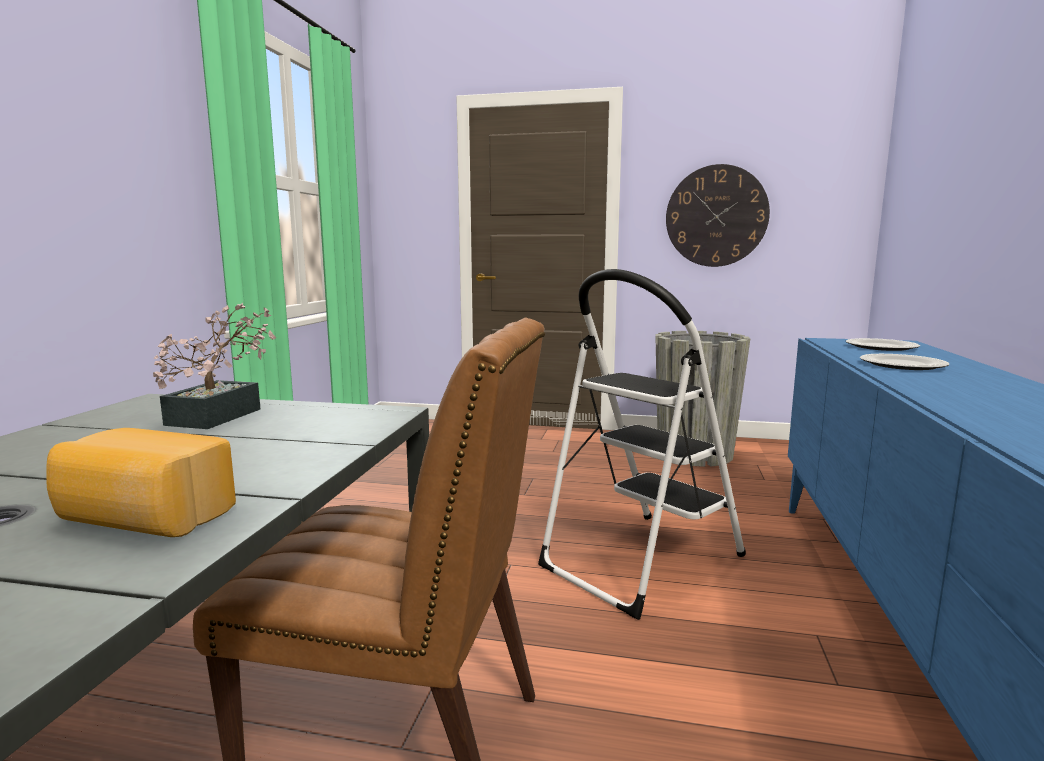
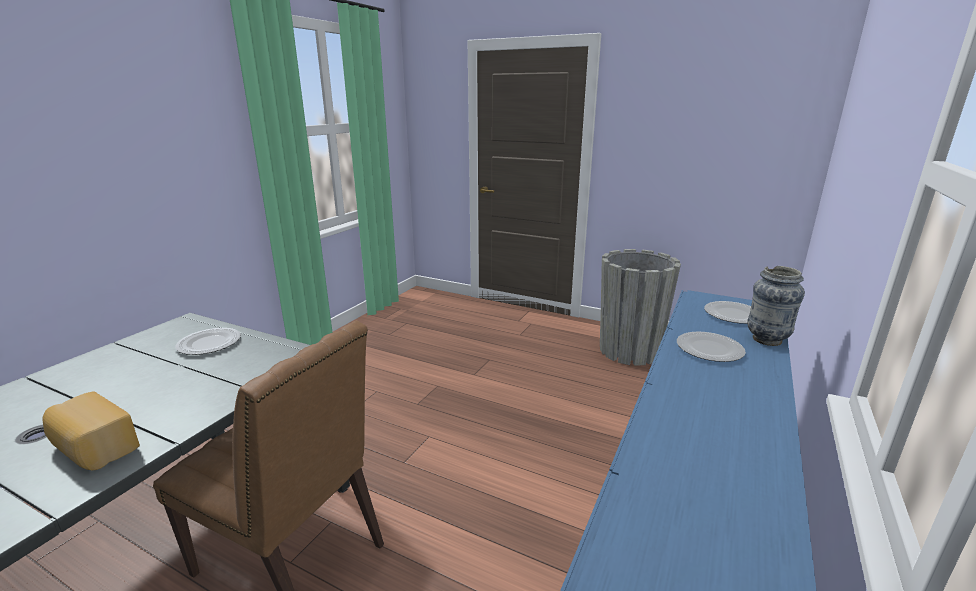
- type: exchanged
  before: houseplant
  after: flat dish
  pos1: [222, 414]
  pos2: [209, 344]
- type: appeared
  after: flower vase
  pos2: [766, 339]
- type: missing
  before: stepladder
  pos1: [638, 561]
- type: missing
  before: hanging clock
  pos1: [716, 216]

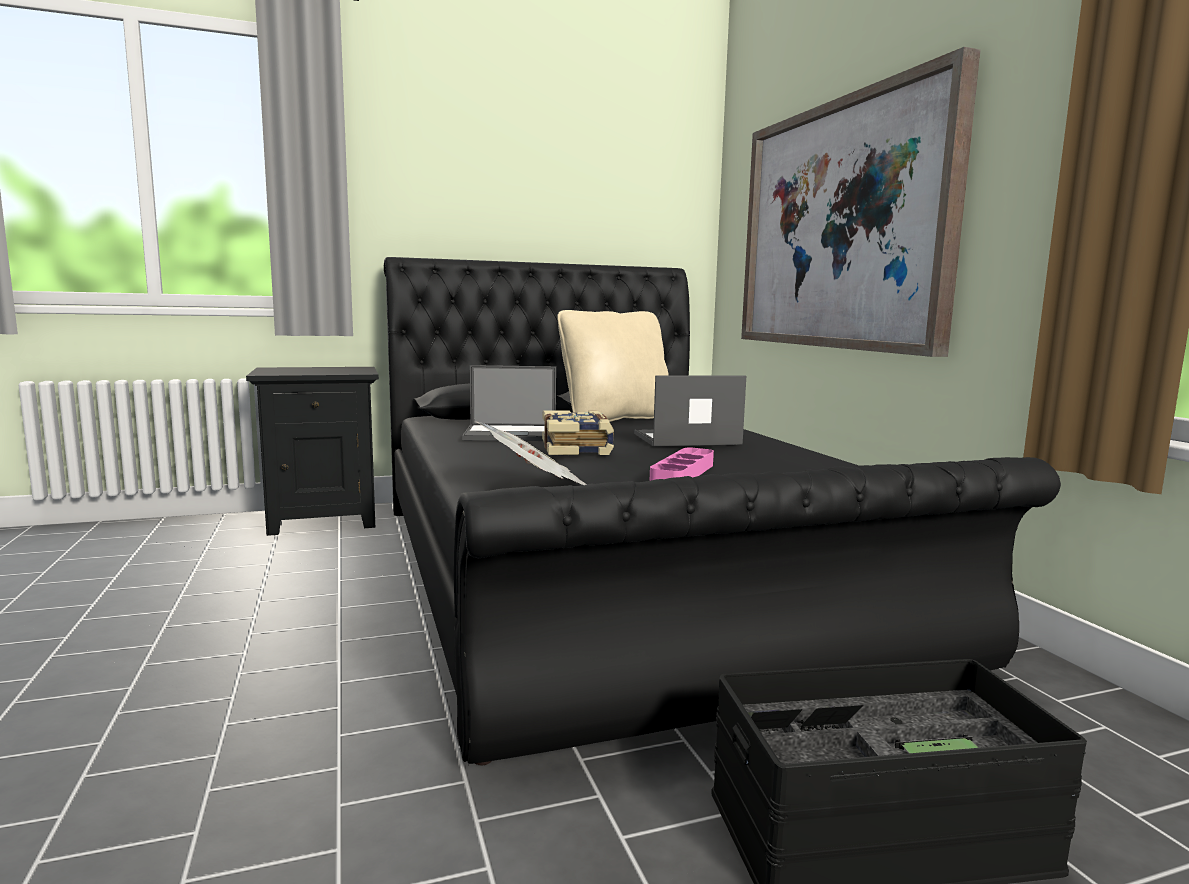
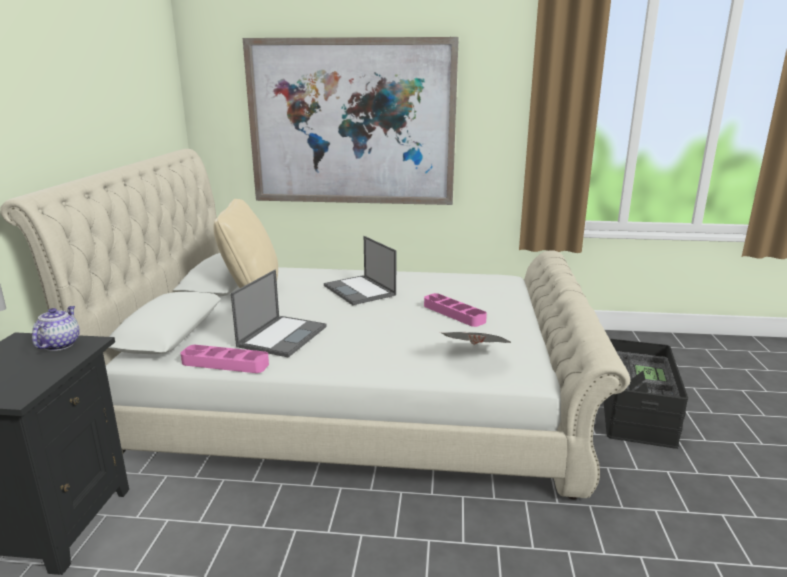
- type: colour
  before: blackish sleeping bed
  after: beige sleeping bed
  pos1: [615, 570]
  pos2: [353, 394]
- type: appeared
  after: teapot
  pos2: [59, 344]
- type: appeared
  after: pinkish carrying tray
  pos2: [225, 363]
- type: spun
  before: laptop
  pos1: [685, 439]
  pos2: [360, 291]
  turn: -45
- type: missing
  before: bound book
  pos1: [578, 448]

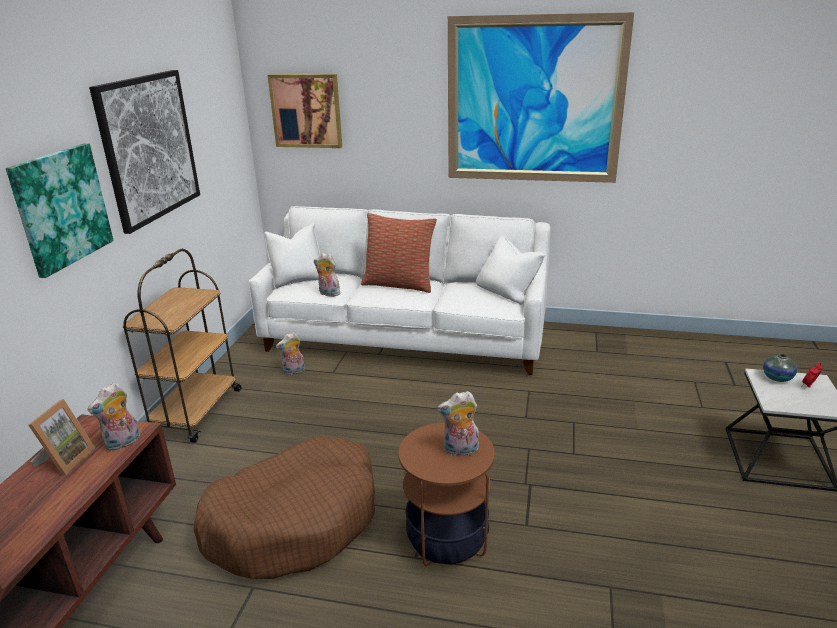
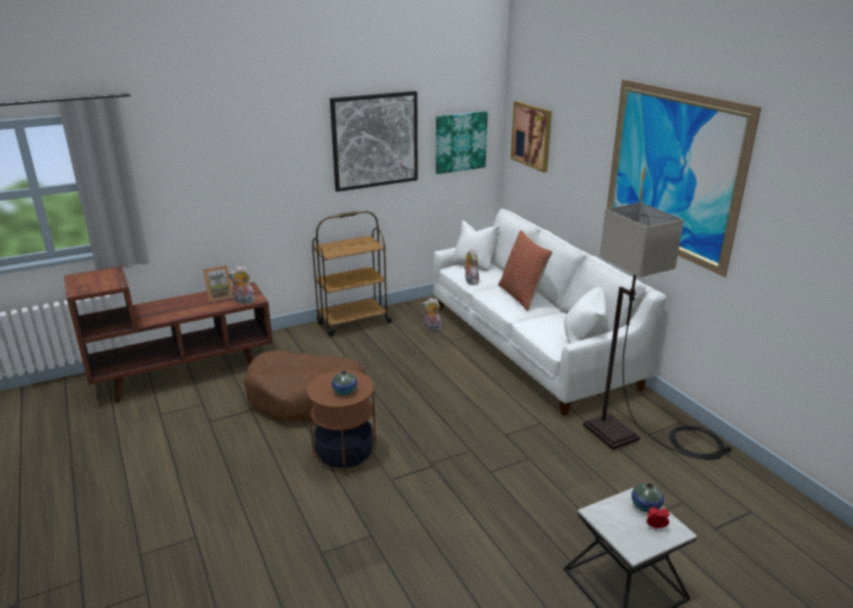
- type: exchanged
  before: cuddly toy
  after: flower vase
  pos1: [460, 450]
  pos2: [345, 391]
- type: relocated
  before: wall art
  pos1: [61, 208]
  pos2: [460, 142]
- type: appeared
  after: floor lamp
  pos2: [657, 439]

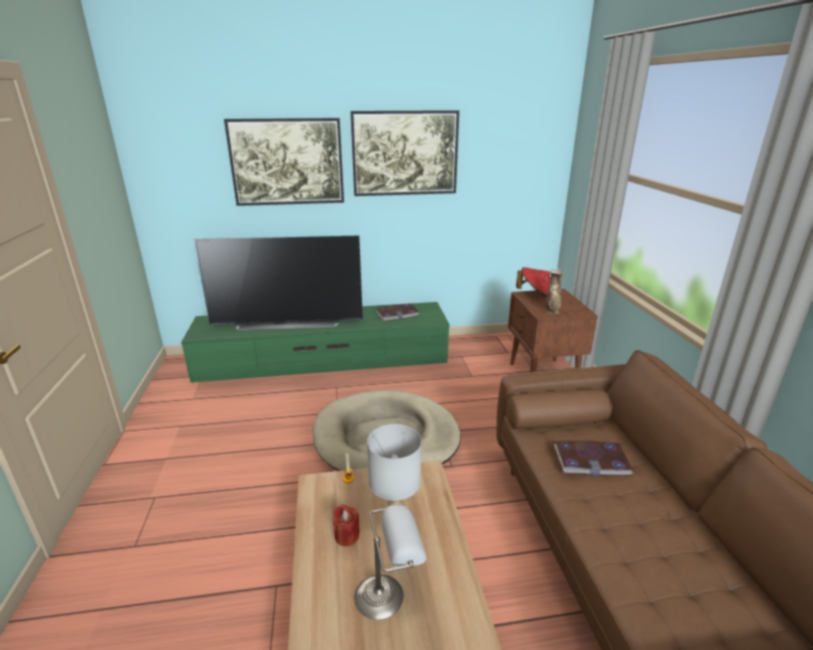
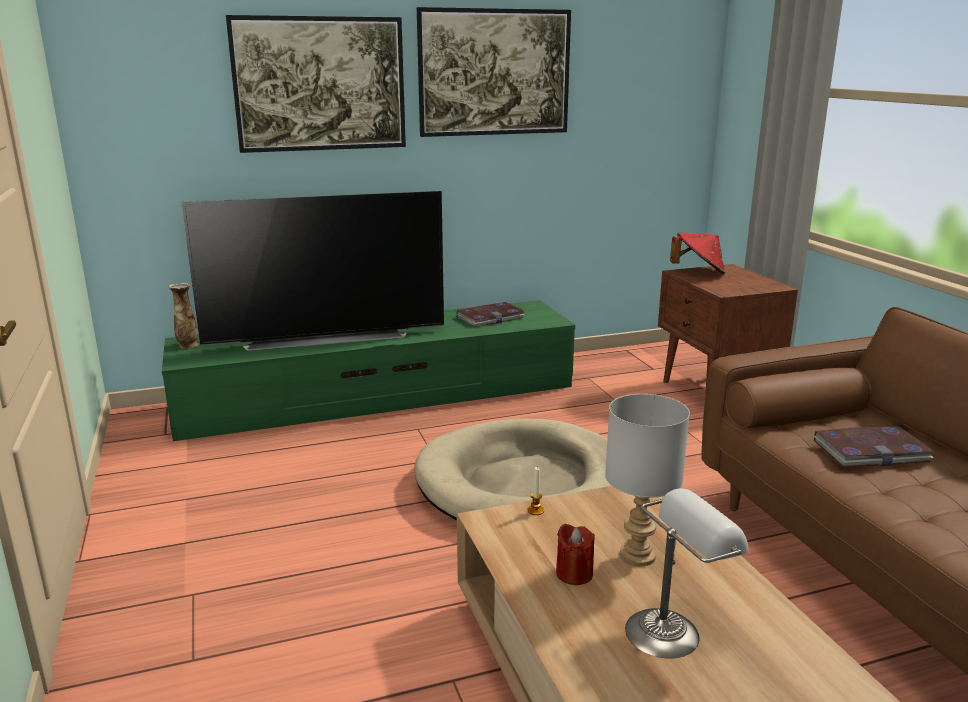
- type: relocated
  before: flower vase
  pos1: [551, 311]
  pos2: [188, 345]

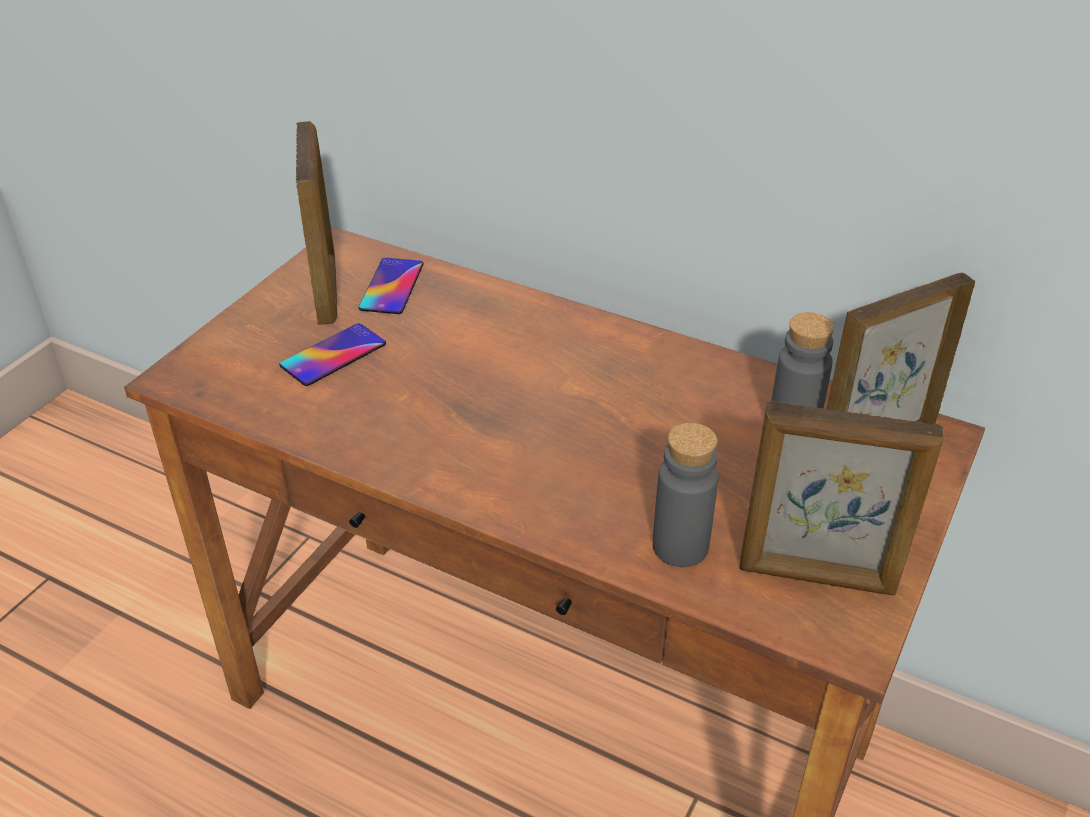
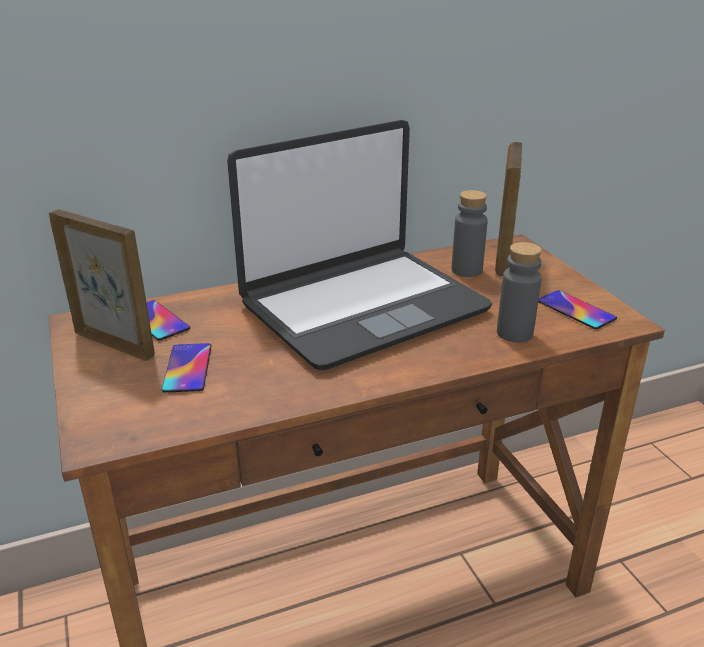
- type: appeared
  after: laptop
  pos2: [362, 306]
- type: exchanged
  before: photo frame
  after: telephone
  pos1: [817, 577]
  pos2: [575, 310]

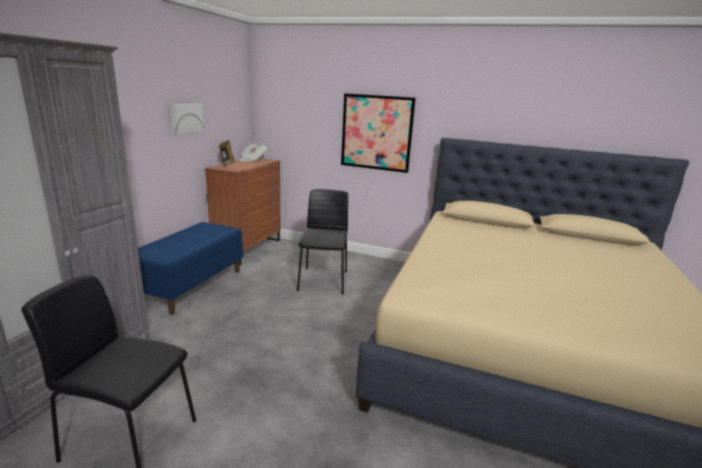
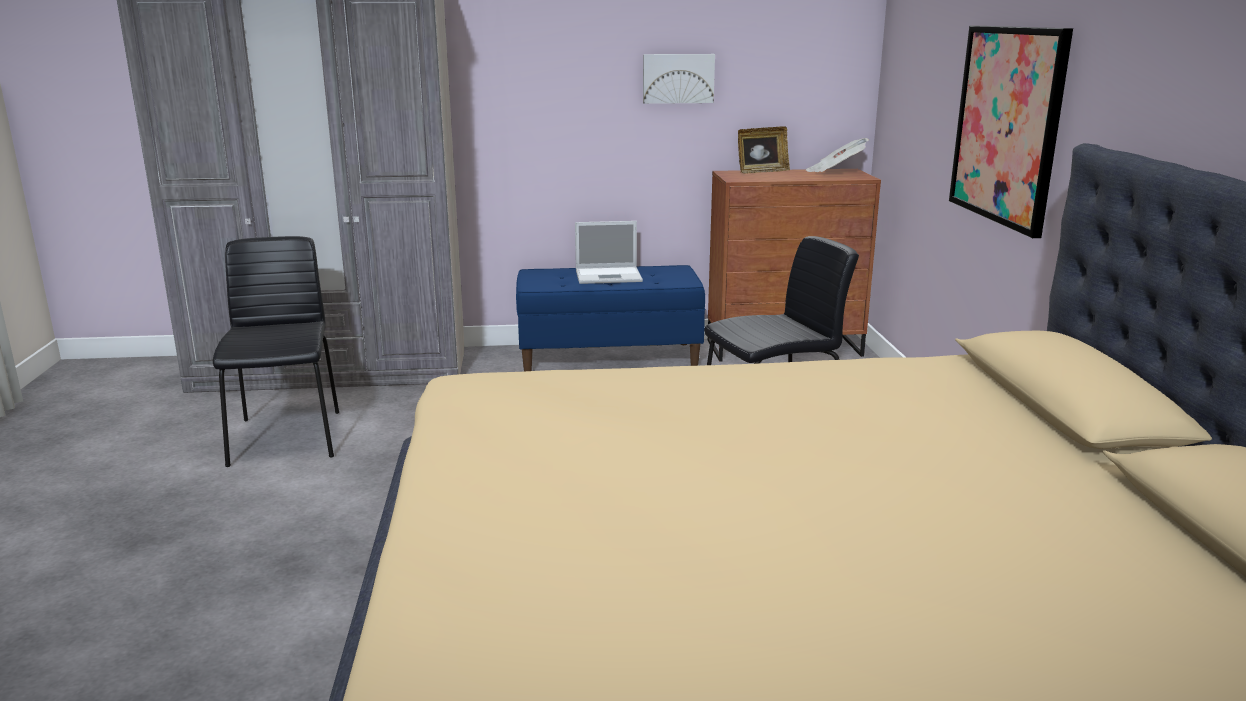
- type: appeared
  after: laptop
  pos2: [610, 276]

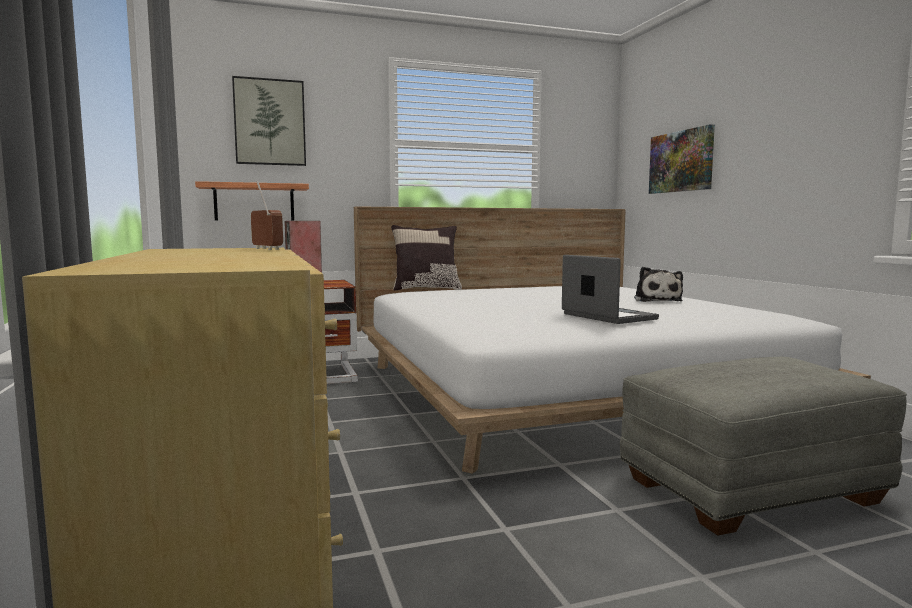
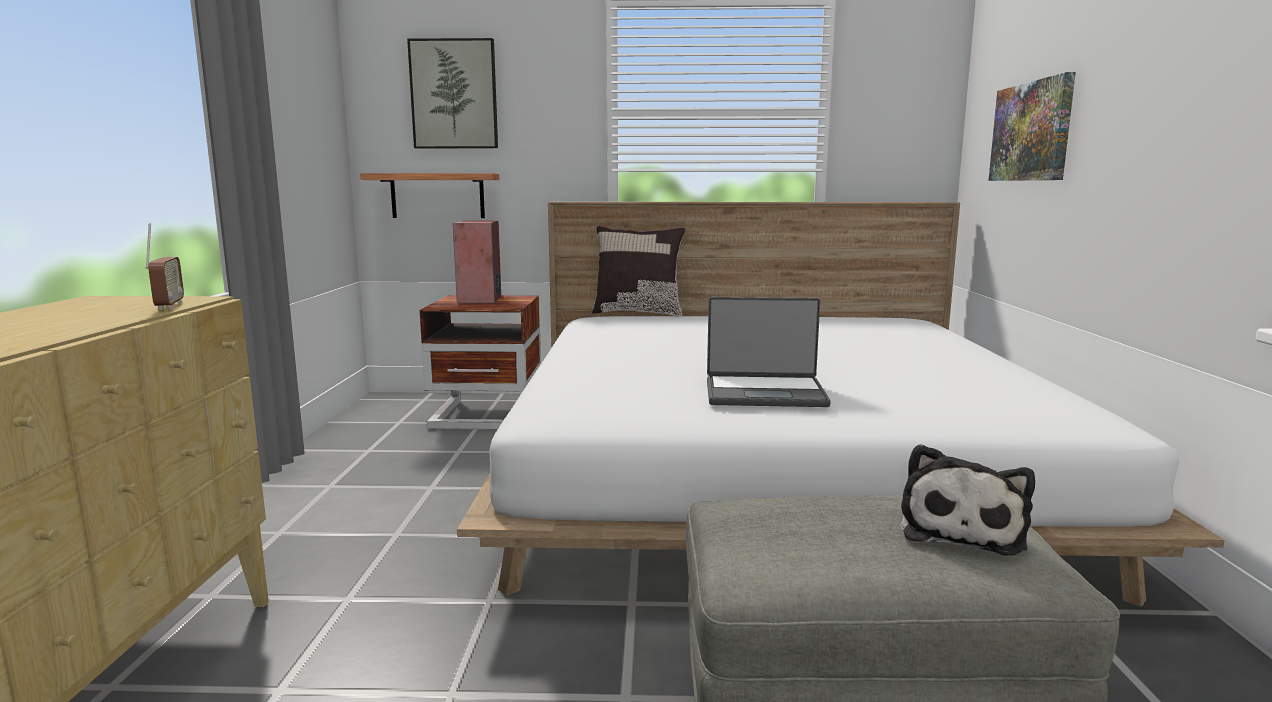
- type: spun
  before: laptop
  pos1: [607, 317]
  pos2: [764, 393]
  turn: 105
- type: relocated
  before: cuddly toy
  pos1: [657, 300]
  pos2: [961, 530]

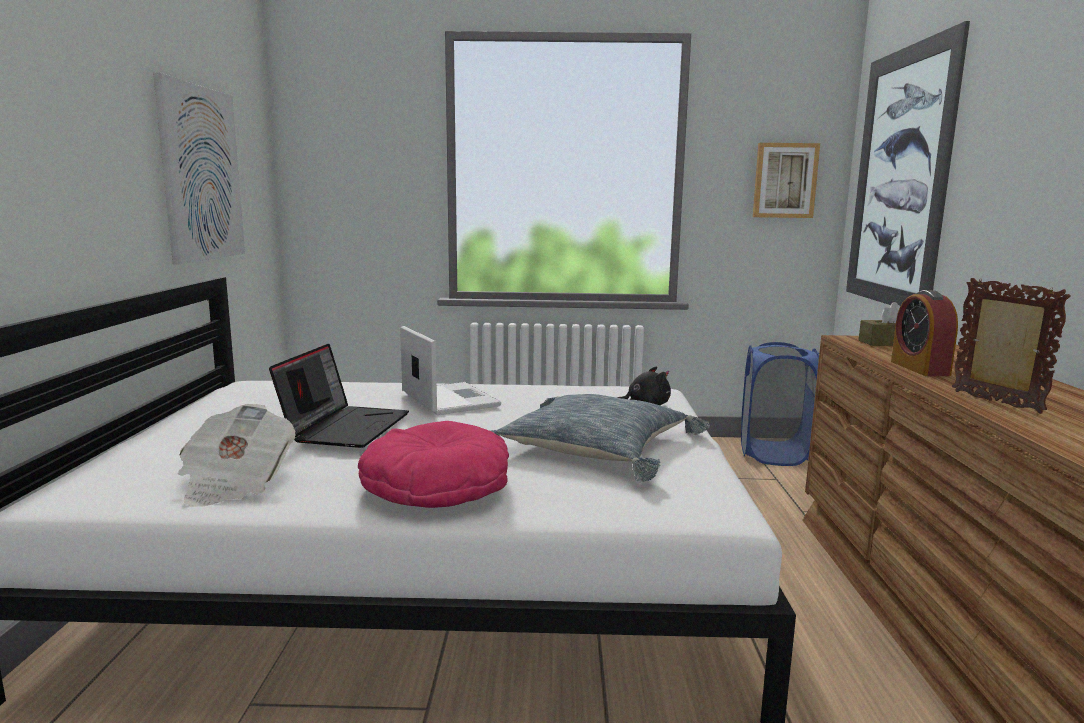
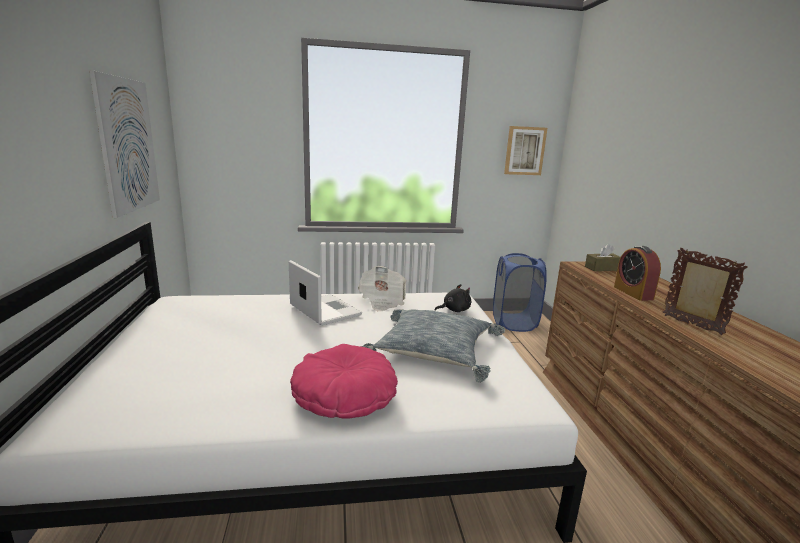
- type: relocated
  before: newspaper
  pos1: [235, 483]
  pos2: [382, 301]
- type: missing
  before: laptop
  pos1: [345, 427]
- type: missing
  before: wall art
  pos1: [899, 178]

